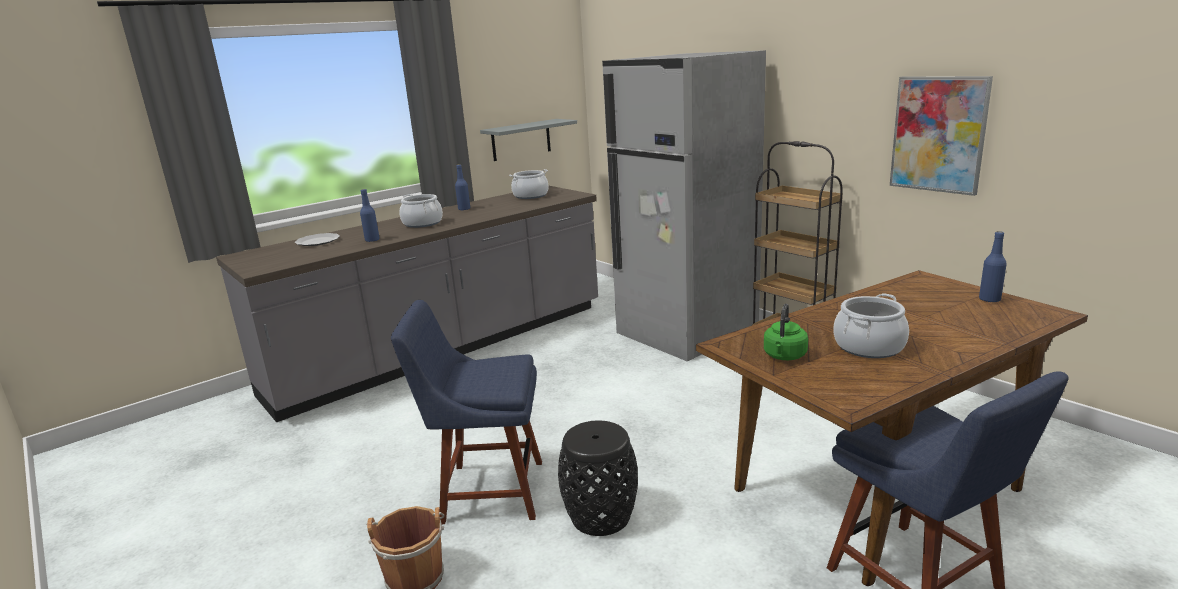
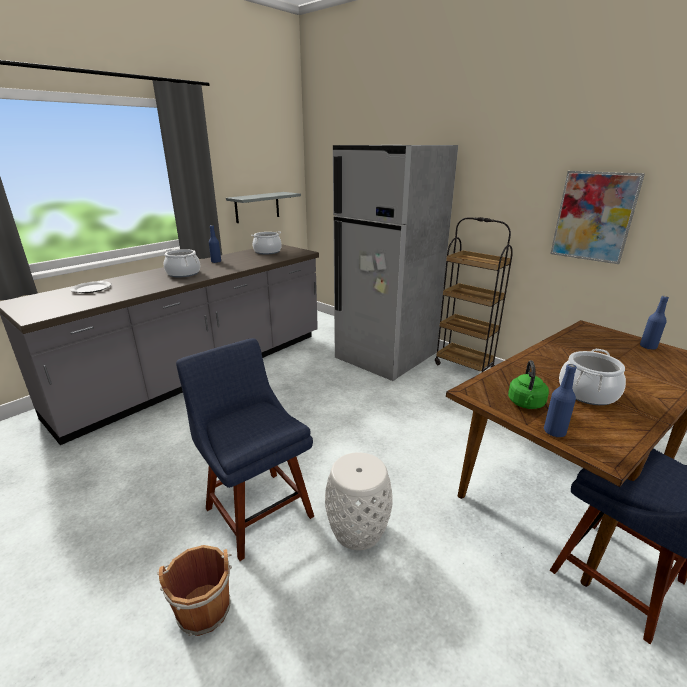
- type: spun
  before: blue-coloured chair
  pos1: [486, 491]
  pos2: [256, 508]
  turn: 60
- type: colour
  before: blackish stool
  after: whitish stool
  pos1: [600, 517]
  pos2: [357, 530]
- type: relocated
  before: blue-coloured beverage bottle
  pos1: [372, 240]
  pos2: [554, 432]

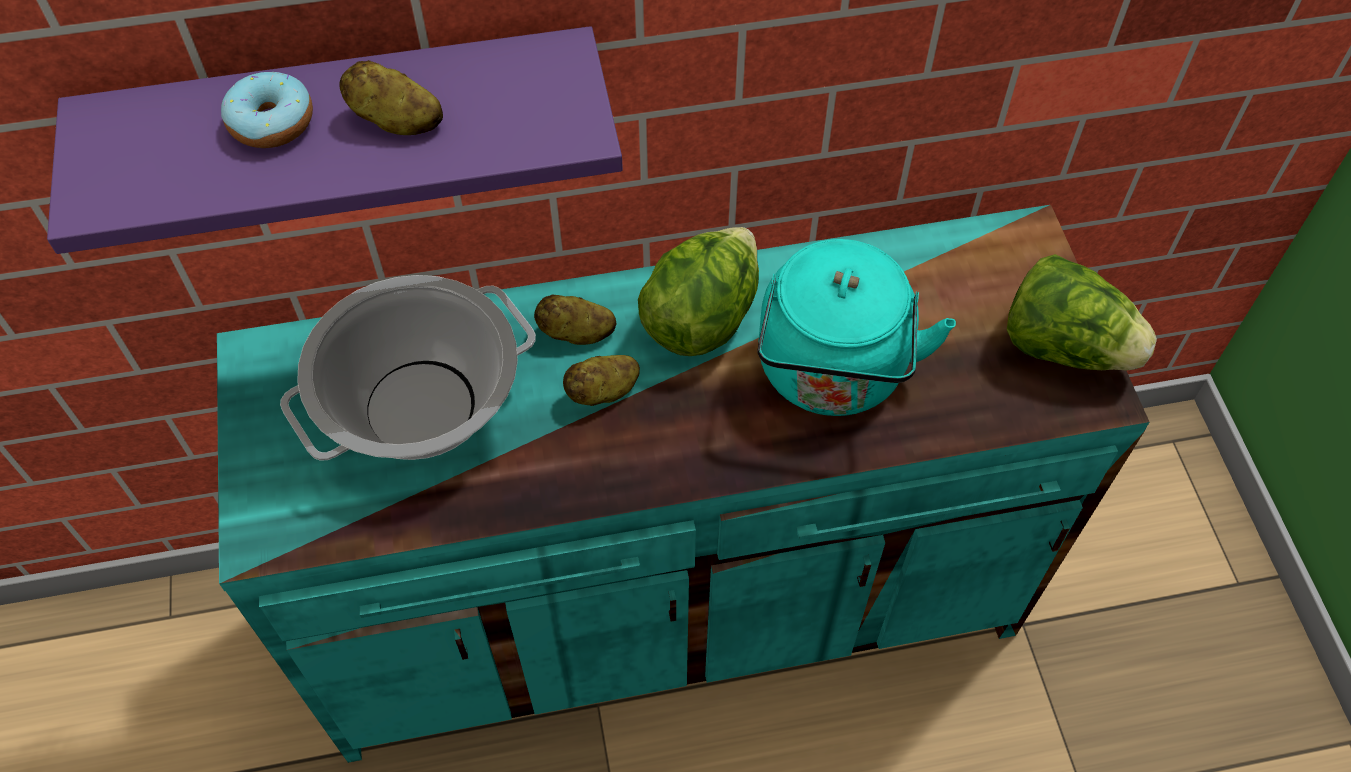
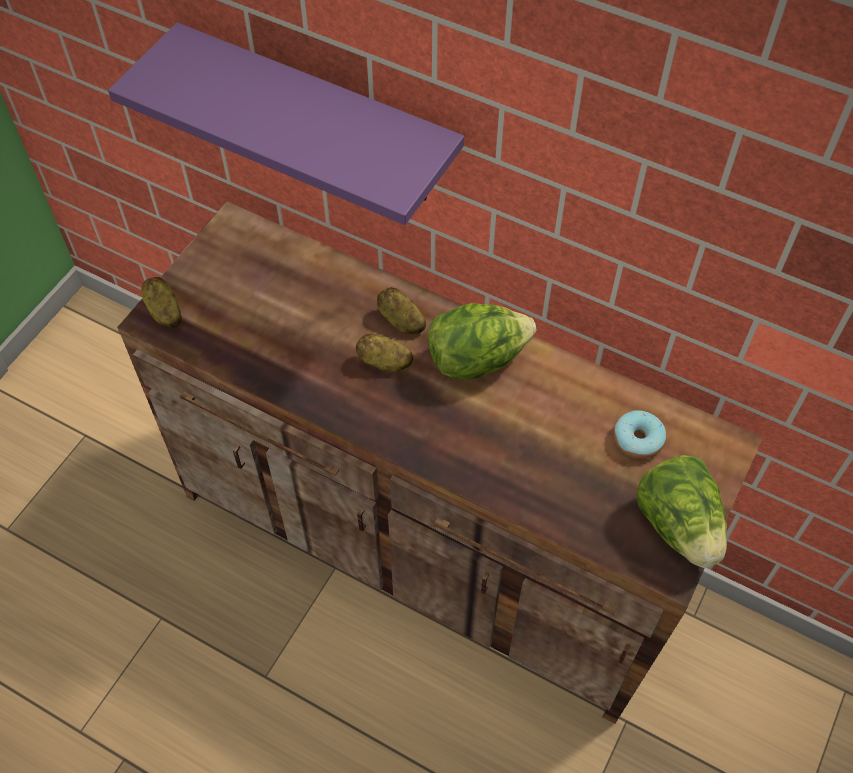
- type: colour
  before: turquoise-coloured storage cabinet
  after: brown-coloured storage cabinet
  pos1: [677, 603]
  pos2: [427, 546]
- type: relocated
  before: spud
  pos1: [395, 120]
  pos2: [164, 312]
- type: relocated
  before: doughnut
  pos1: [272, 122]
  pos2: [637, 440]
- type: missing
  before: stockpot
  pos1: [422, 406]
- type: missing
  before: turquoise-coloured kettle
  pos1: [832, 375]

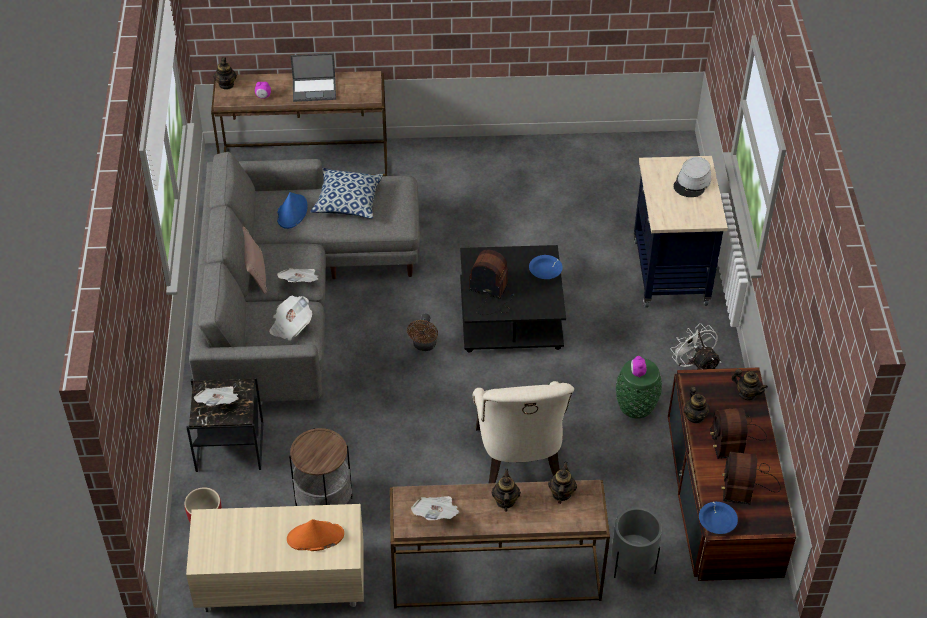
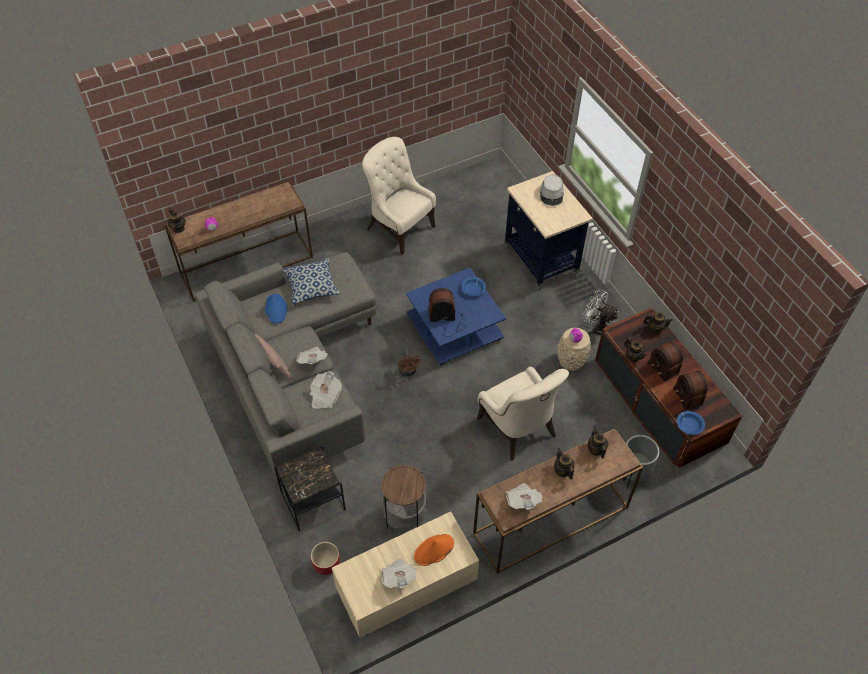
- type: appeared
  after: beige lounge chair
  pos2: [399, 228]
- type: relocated
  before: newspaper
  pos1: [219, 403]
  pos2: [398, 577]
- type: colour
  before: blackish low table
  after: blue-coloured low table
  pos1: [509, 315]
  pos2: [453, 328]
- type: colour
  before: green-coloured stool
  after: beige stool
  pos1: [636, 405]
  pos2: [571, 360]
- type: missing
  before: laptop
  pos1: [315, 89]

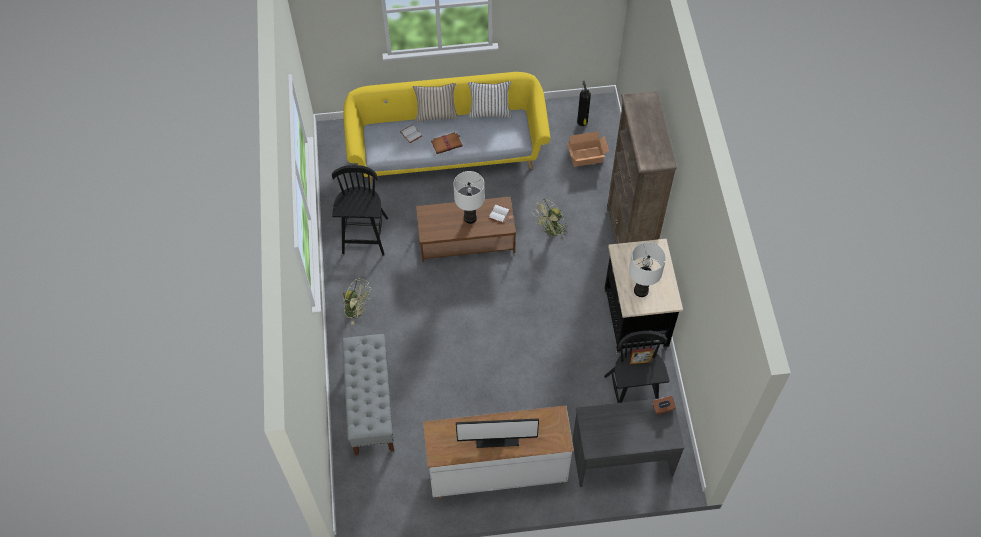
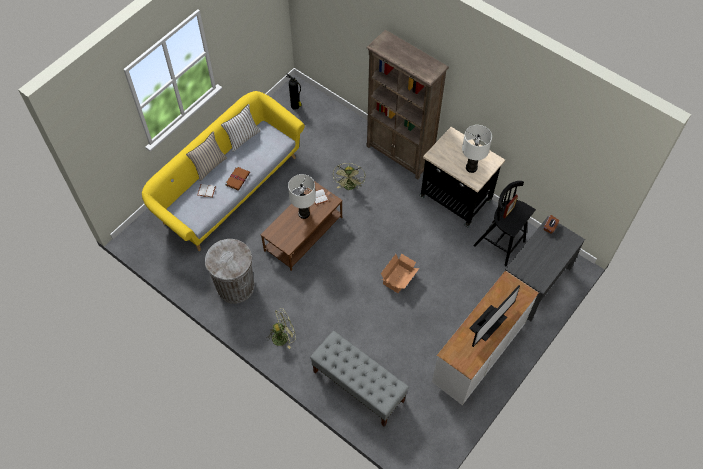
- type: exchanged
  before: blackish stool
  after: gray waste bin
  pos1: [365, 237]
  pos2: [235, 286]
- type: relocated
  before: packing box
  pos1: [587, 157]
  pos2: [399, 278]

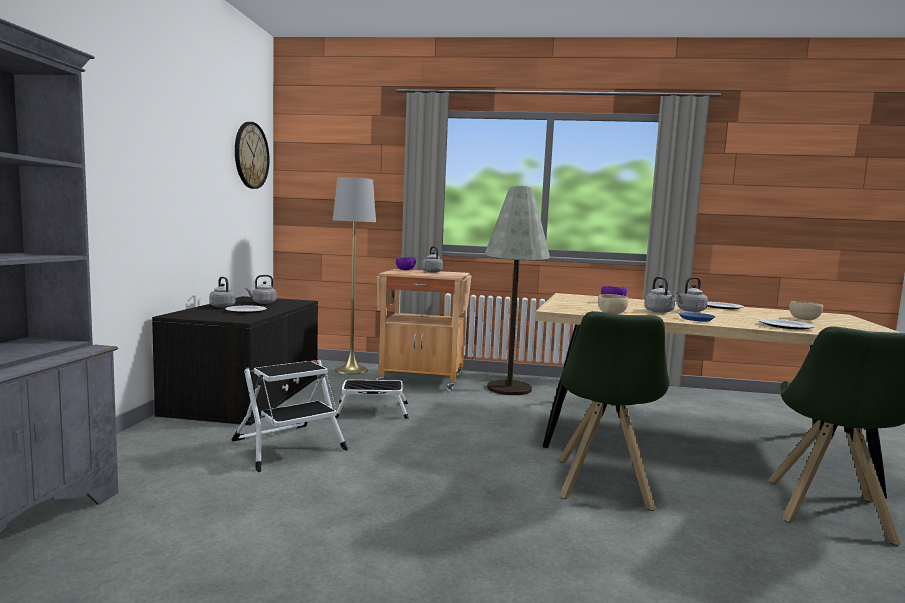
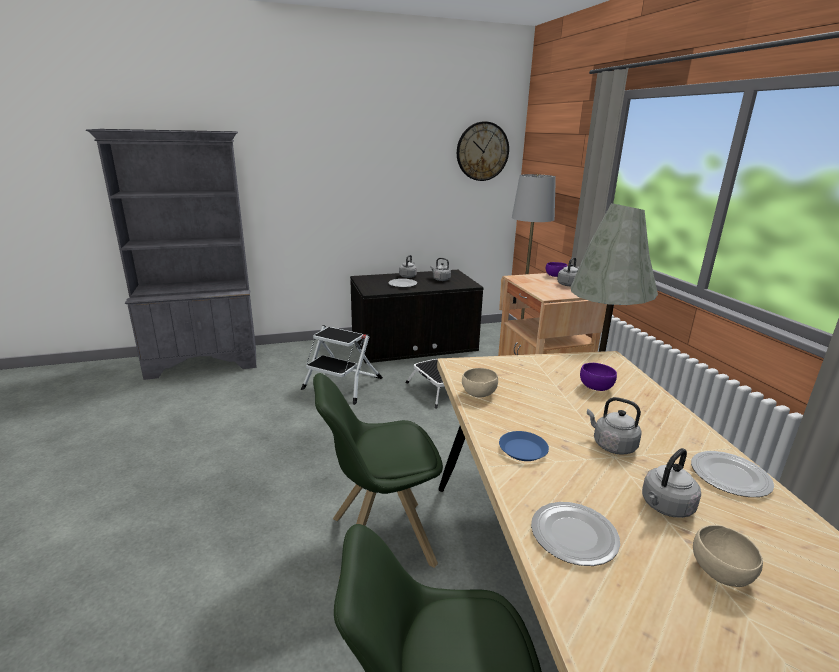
- type: relocated
  before: gray kettle
  pos1: [660, 312]
  pos2: [665, 507]

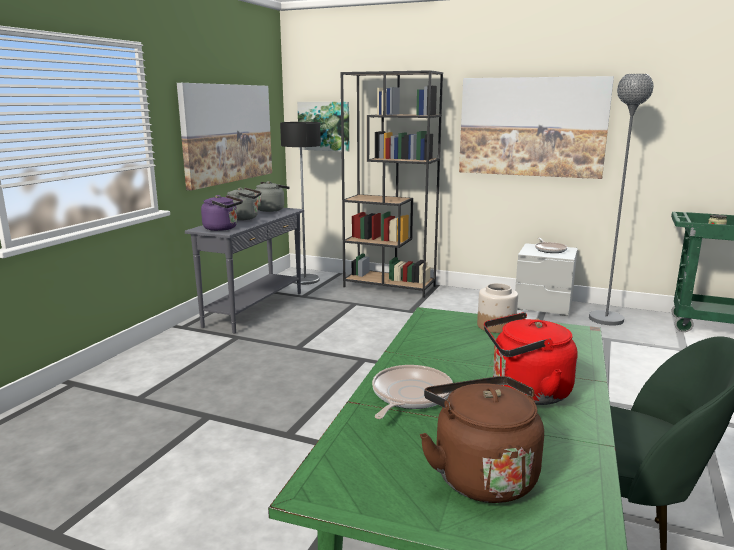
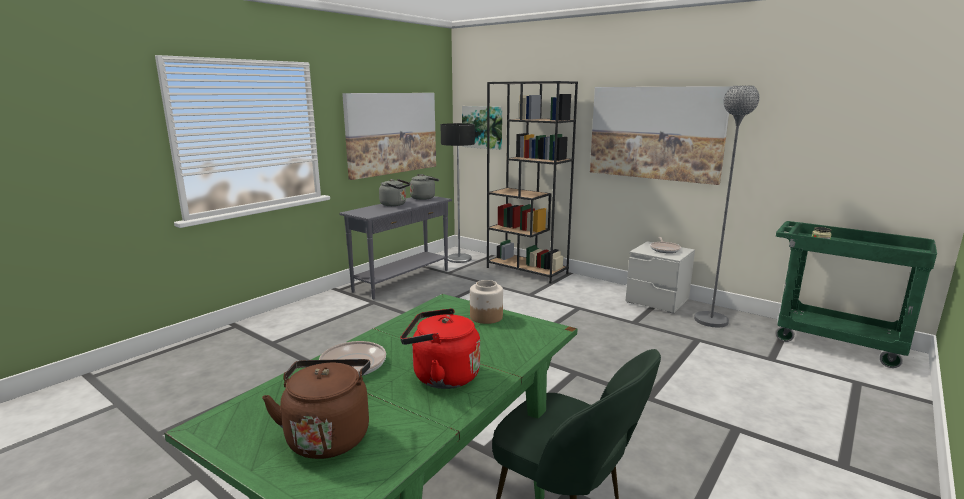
- type: missing
  before: purple kettle
  pos1: [223, 228]

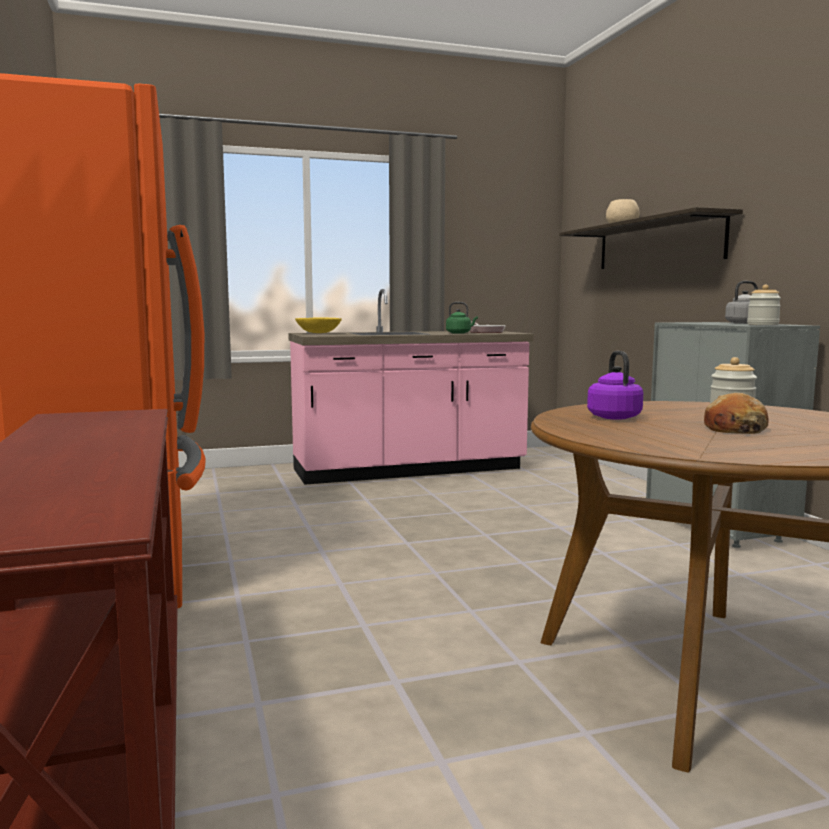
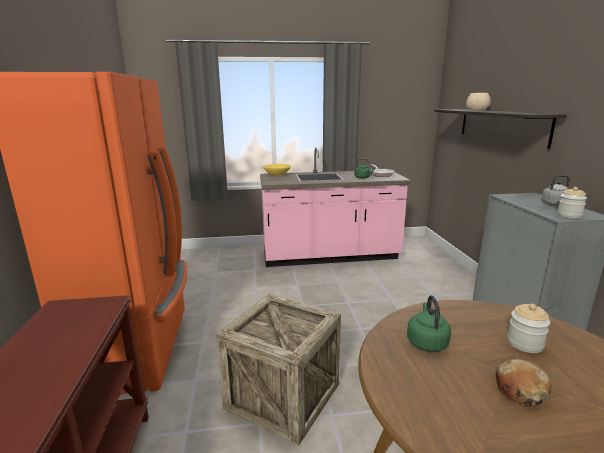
- type: appeared
  after: shipping crate
  pos2: [283, 396]
- type: colour
  before: purple kettle
  after: green-coloured kettle
  pos1: [613, 417]
  pos2: [426, 342]

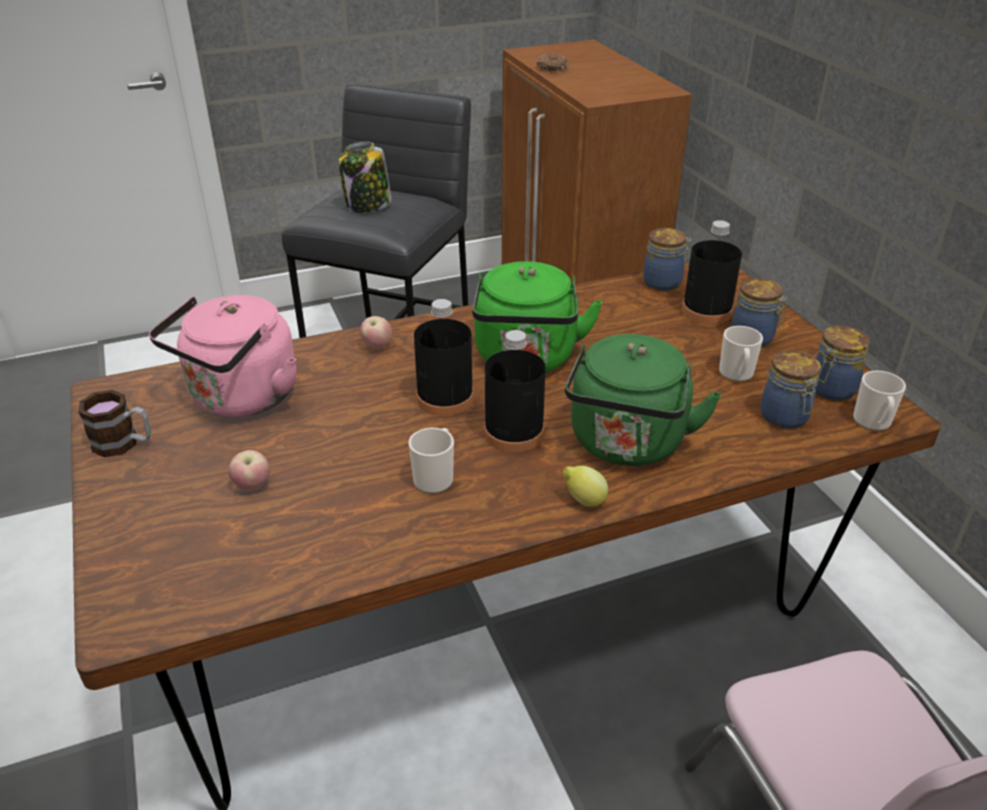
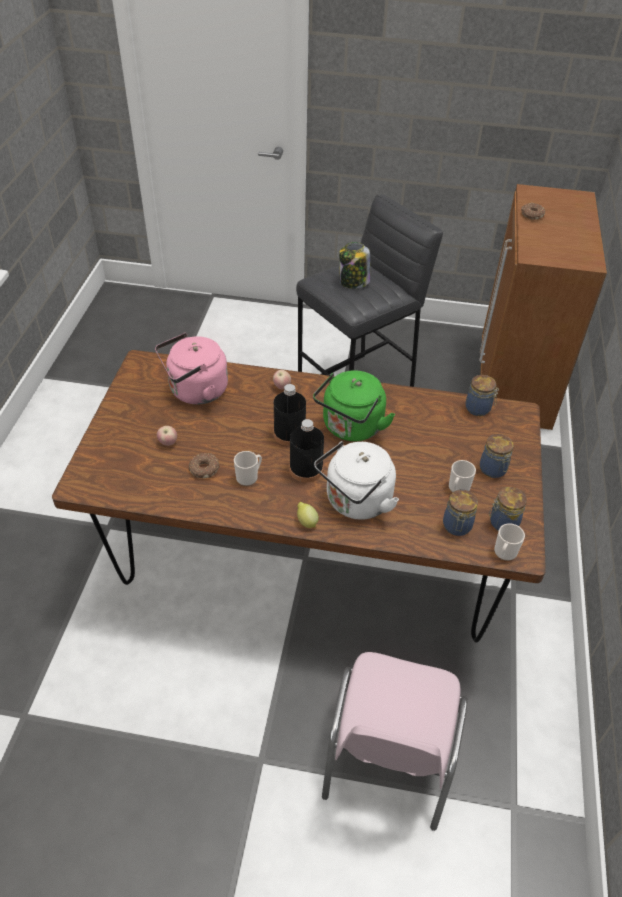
- type: appeared
  after: doughnut
  pos2: [204, 468]
- type: colour
  before: green-coloured kettle
  after: whitish kettle
  pos1: [627, 445]
  pos2: [356, 502]
- type: missing
  before: mug
  pos1: [124, 443]
- type: missing
  before: blackish beverage bottle
  pos1: [706, 311]

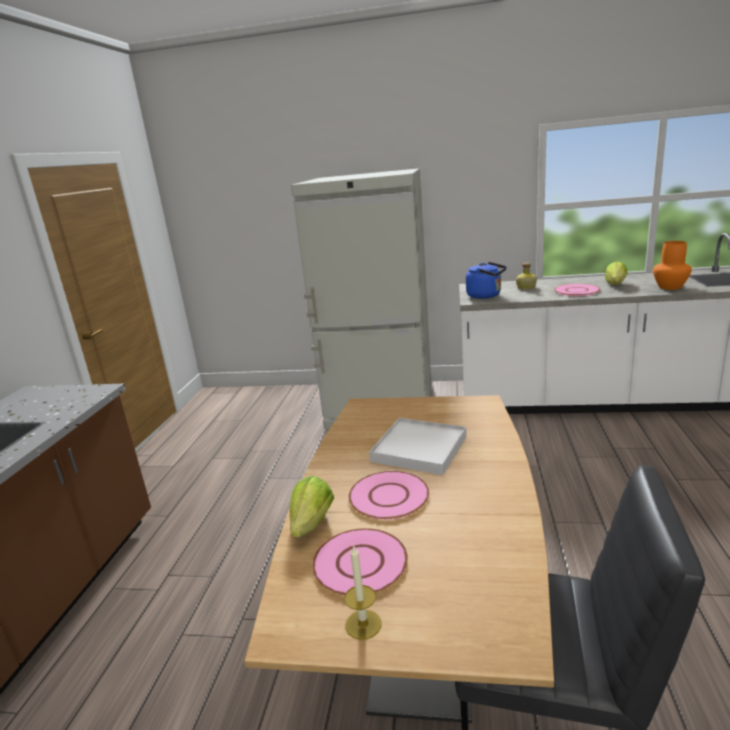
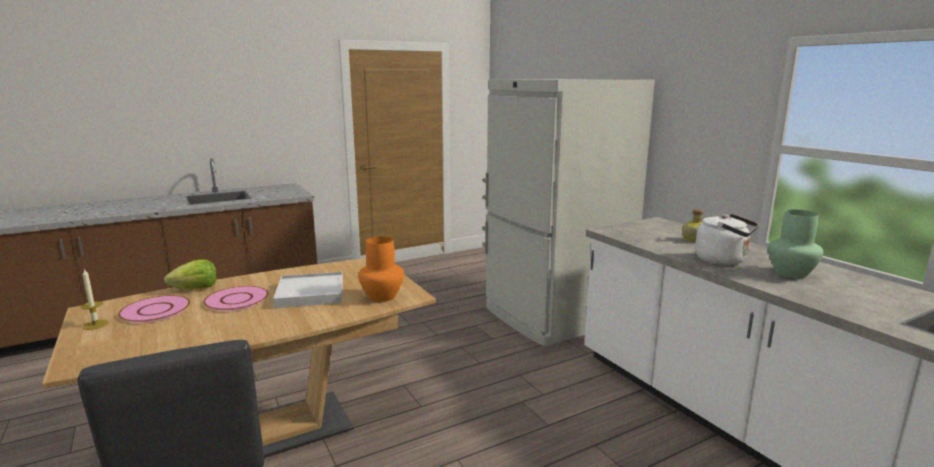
- type: relocated
  before: orange flower vase
  pos1: [669, 287]
  pos2: [381, 296]
- type: exchanged
  before: pinkish flat dish
  after: whitish kettle
  pos1: [577, 291]
  pos2: [723, 260]
- type: exchanged
  before: lettuce
  after: green-coloured flower vase
  pos1: [615, 284]
  pos2: [791, 273]
- type: missing
  before: blue-coloured kettle
  pos1: [486, 296]

